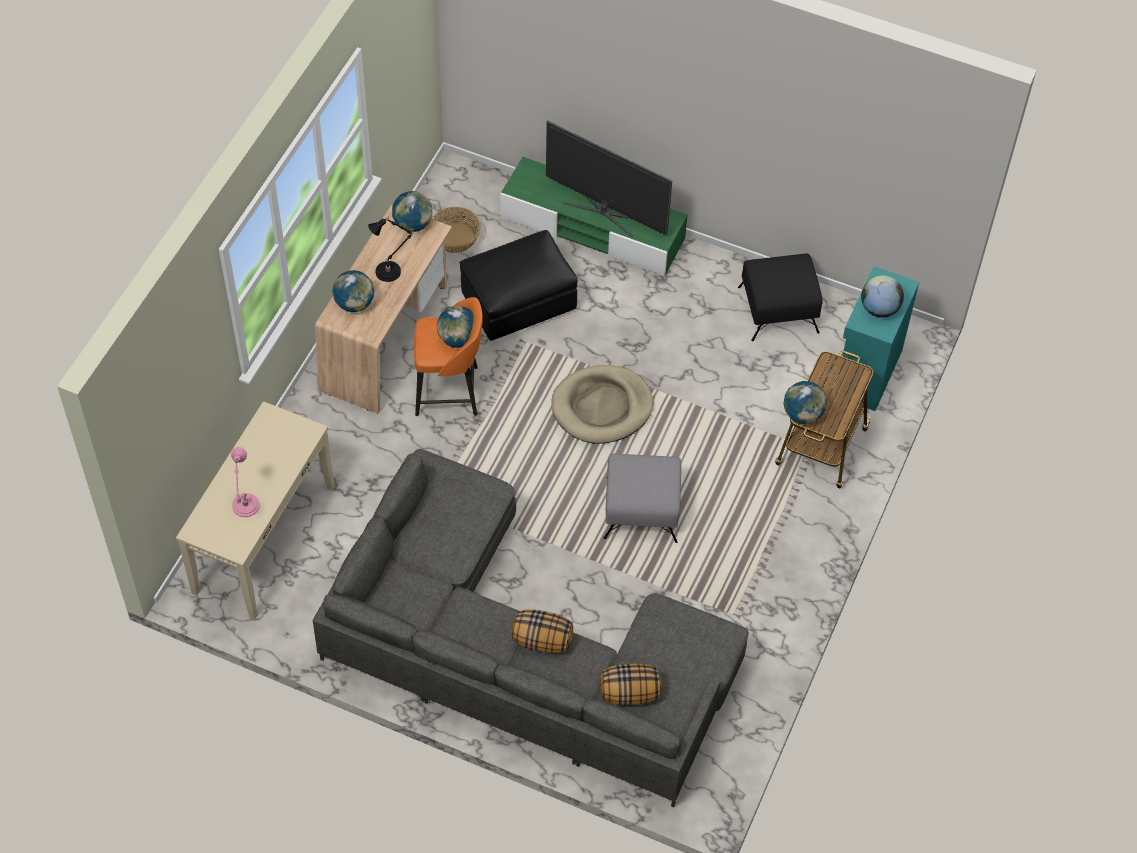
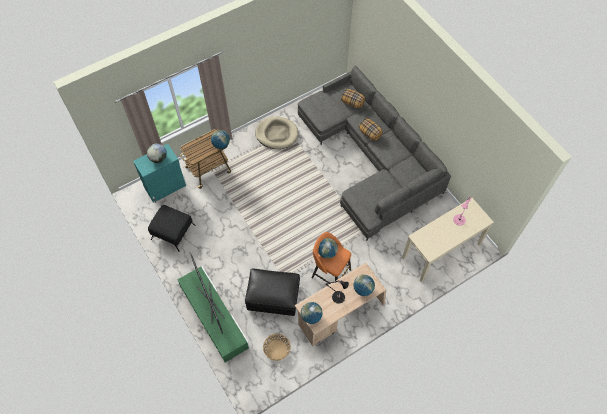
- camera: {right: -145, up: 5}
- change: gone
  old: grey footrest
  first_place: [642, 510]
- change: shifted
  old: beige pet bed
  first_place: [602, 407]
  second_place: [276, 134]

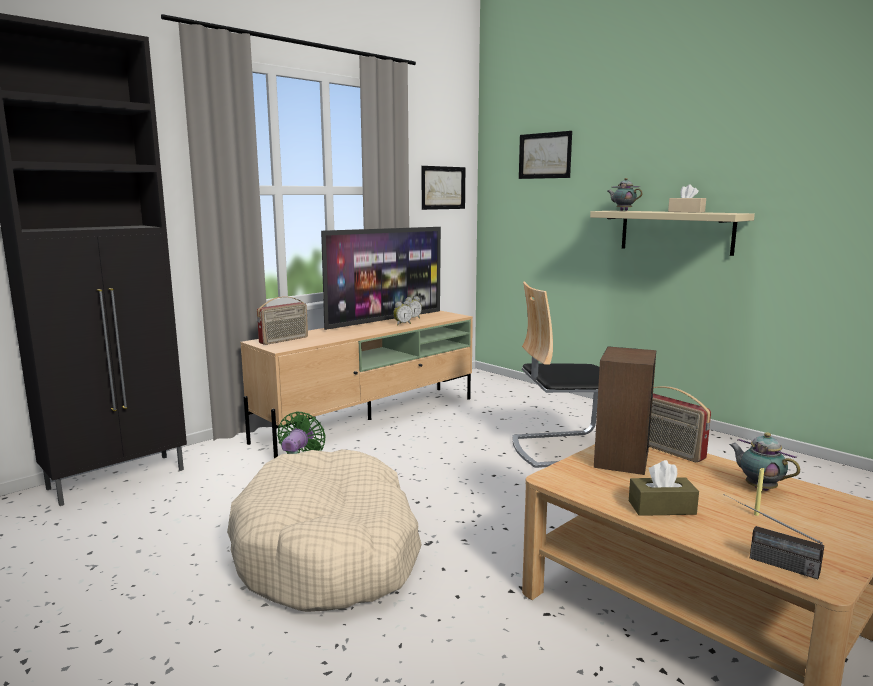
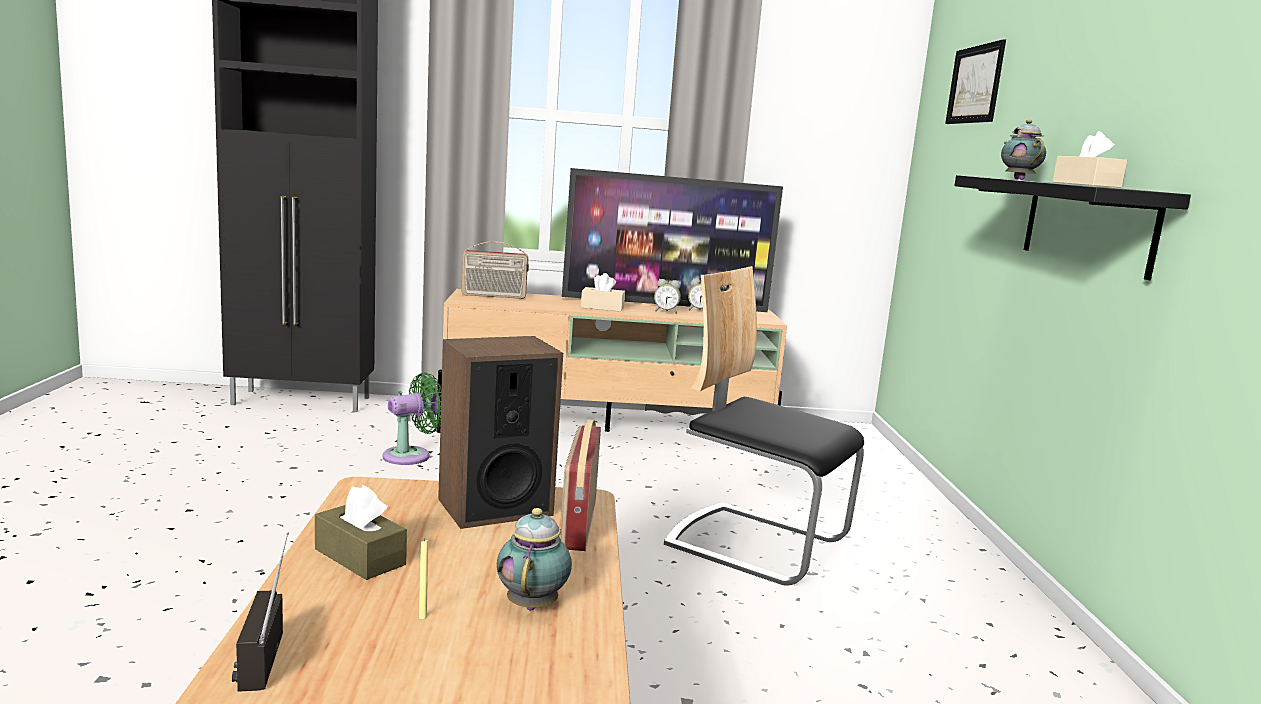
- camera: {right: 40, up: 0}
- change: gone
  old: beige pet bed
  first_place: [329, 551]
- change: gone
  old: wall picture
  first_place: [443, 188]
- change: new
  new: beige tissue holder
  second_place: [602, 308]
- change: repainted
  old: beige shelf
  new: black shelf
  first_place: [676, 232]
  second_place: [1087, 225]

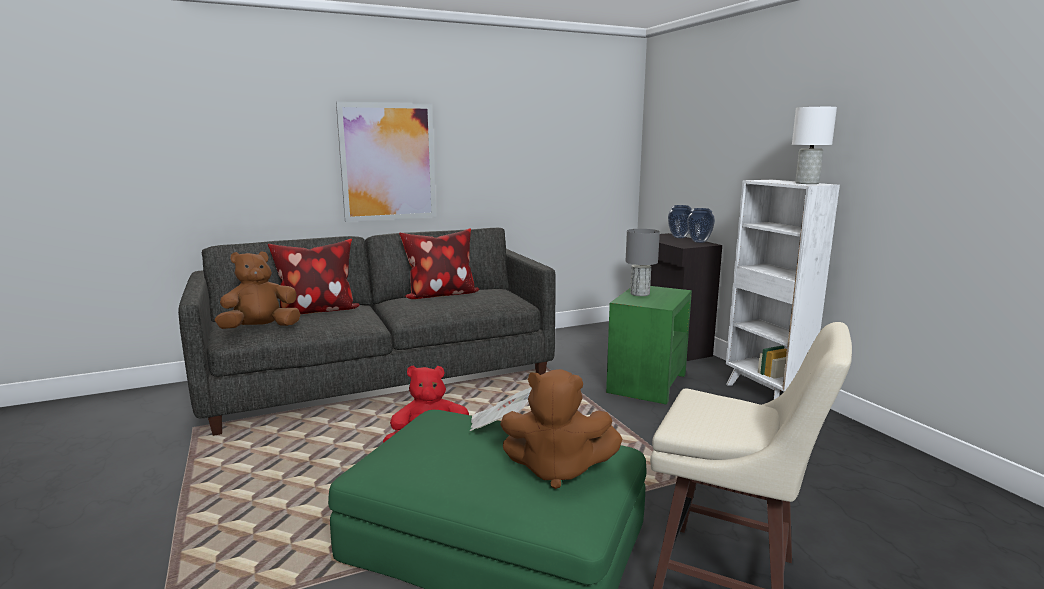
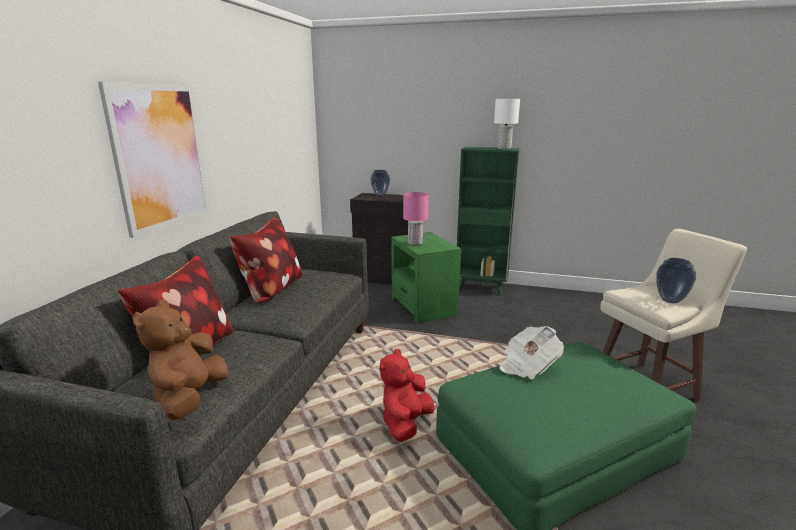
- camera: {right: -50, up: 5}
- change: gone
  old: brown plush toy
  first_place: [557, 469]
- change: shifted
  old: vase
  first_place: [699, 241]
  second_place: [671, 300]
- change: repainted
  old: grey tabletop lamp
  new: pinkish tabletop lamp
  first_place: [640, 293]
  second_place: [415, 242]
- change: repainted
  old: whitish bookshelf
  new: green bookshelf
  first_place: [765, 393]
  second_place: [481, 288]

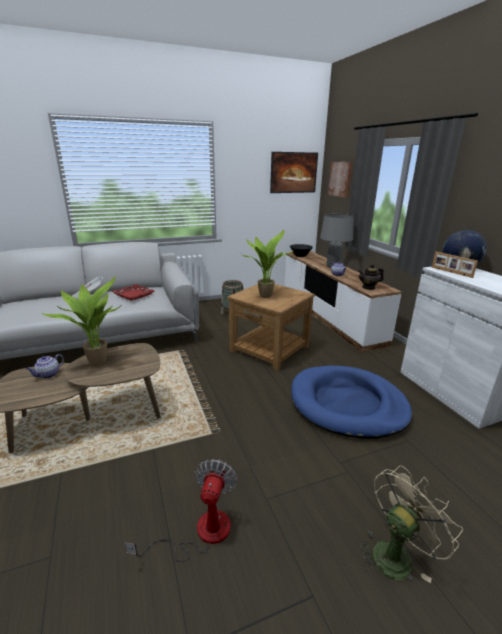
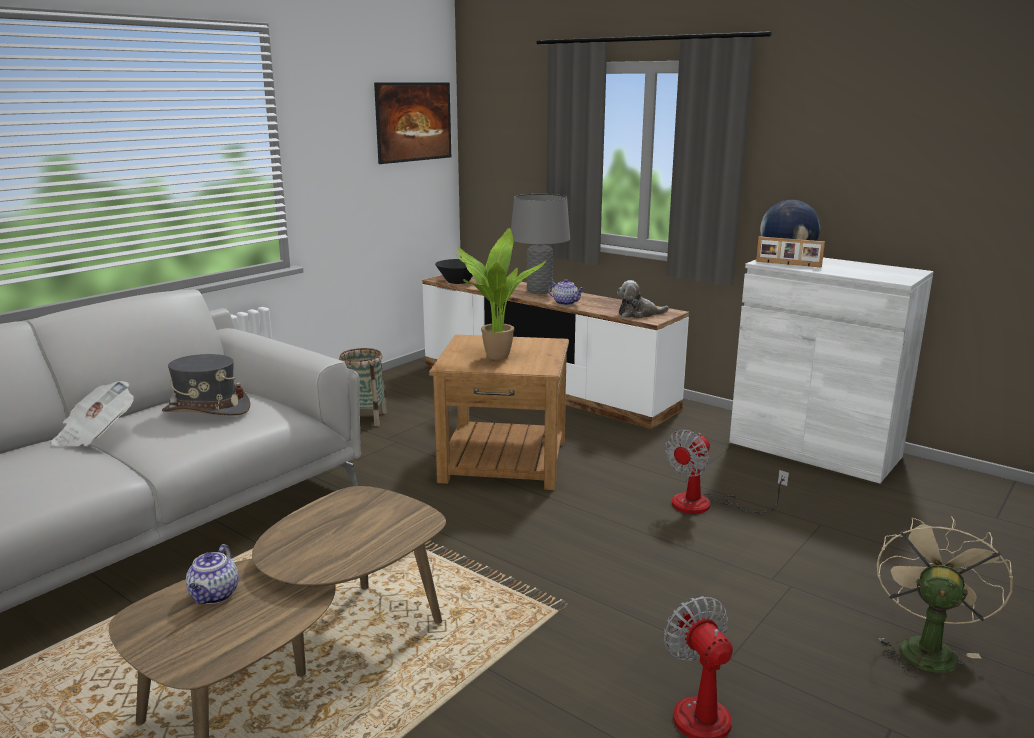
- camera: {right: -30, up: -5}
- change: gone
  old: plant in a pot
  first_place: [97, 361]
- change: gone
  old: wall picture
  first_place: [340, 179]
- change: swapped
  old: reddish carrying tray
  new: grey hat
  first_place: [133, 295]
  second_place: [206, 409]
- change: swapped
  old: bluish pet bed
  new: electric fan
  first_place: [347, 404]
  second_place: [706, 505]
- change: swapped
  old: tea pot
  new: plush toy
  first_place: [368, 287]
  second_place: [638, 314]

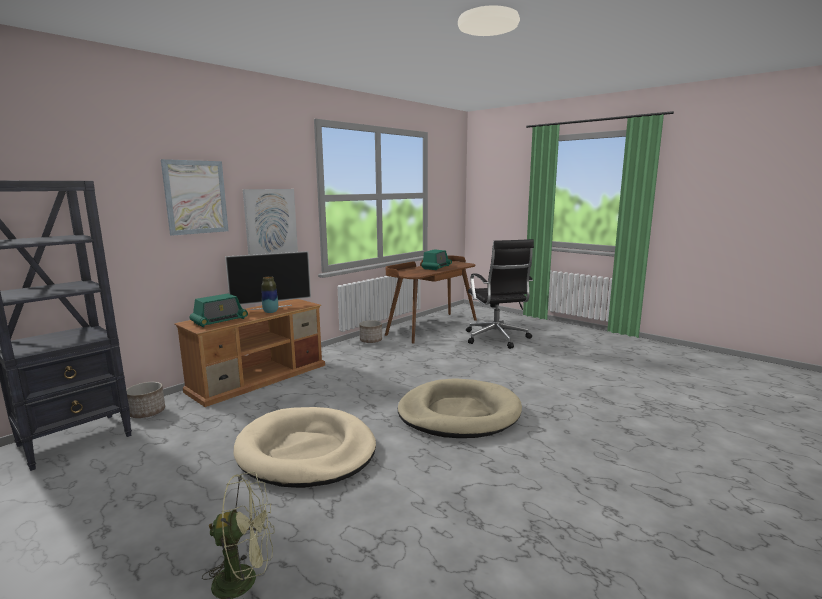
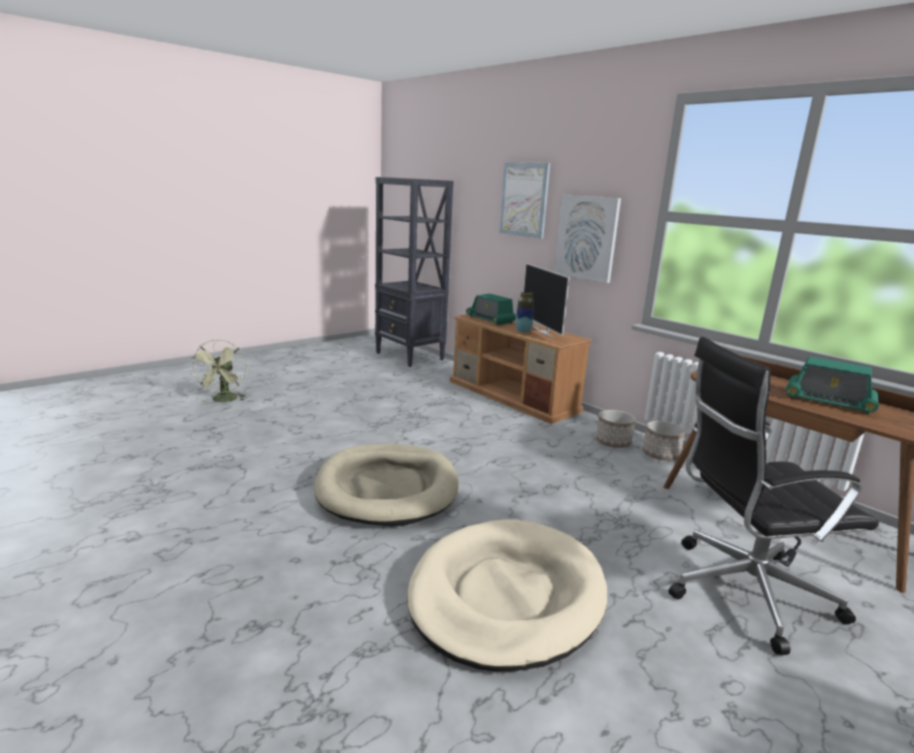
- camera: {right: 95, up: 5}
- change: shifted
  old: plant pot
  first_place: [147, 413]
  second_place: [612, 442]
- change: shifted
  old: beige pet bed
  first_place: [306, 451]
  second_place: [506, 597]

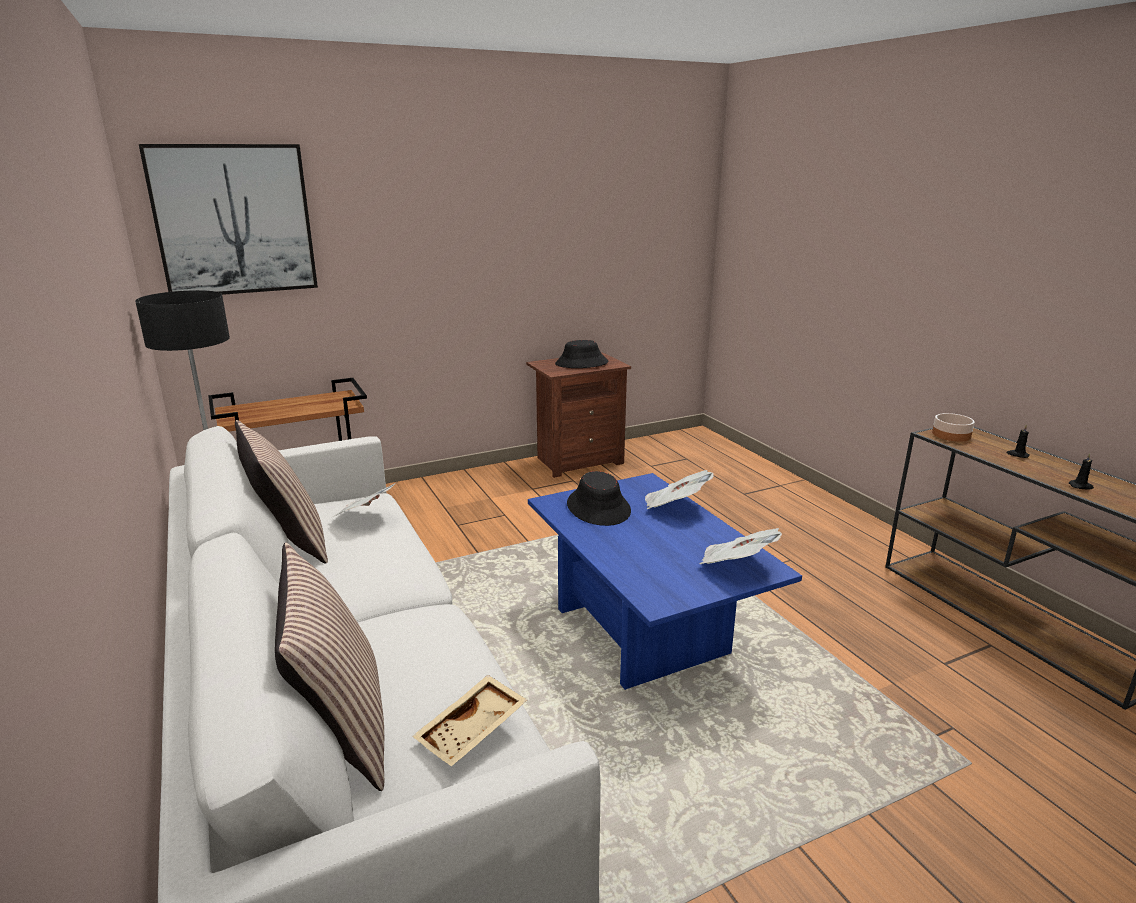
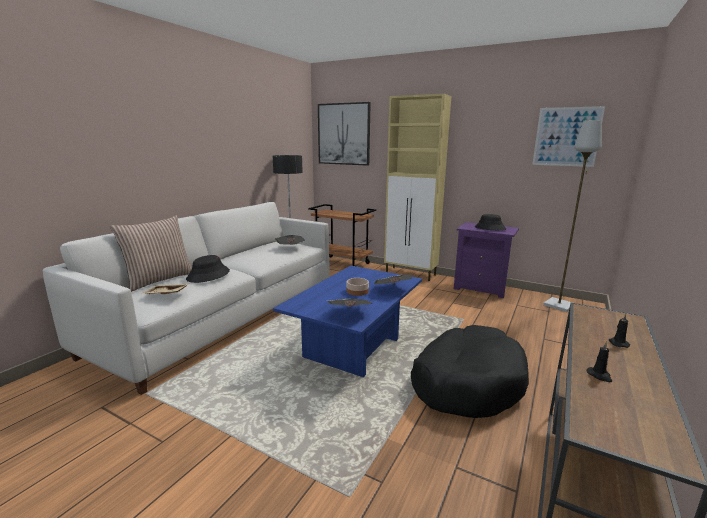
- camera: {right: 55, up: -5}
- change: gone
  old: pillow
  first_place: [288, 542]
- change: new
  new: beige cupboard
  second_place: [411, 274]
- change: new
  new: black pet bed
  second_place: [467, 382]
- change: new
  new: wall picture
  second_place: [566, 137]
- change: new
  new: grey floor lamp
  second_place: [559, 305]
- change: shifted
  old: black hat
  first_place: [599, 507]
  second_place: [208, 275]
- change: shifted
  old: serving bowl
  first_place: [952, 435]
  second_place: [357, 291]
- change: repainted
  old: brown bedside table
  new: purple-coloured bedside table
  first_place: [578, 460]
  second_place: [481, 288]

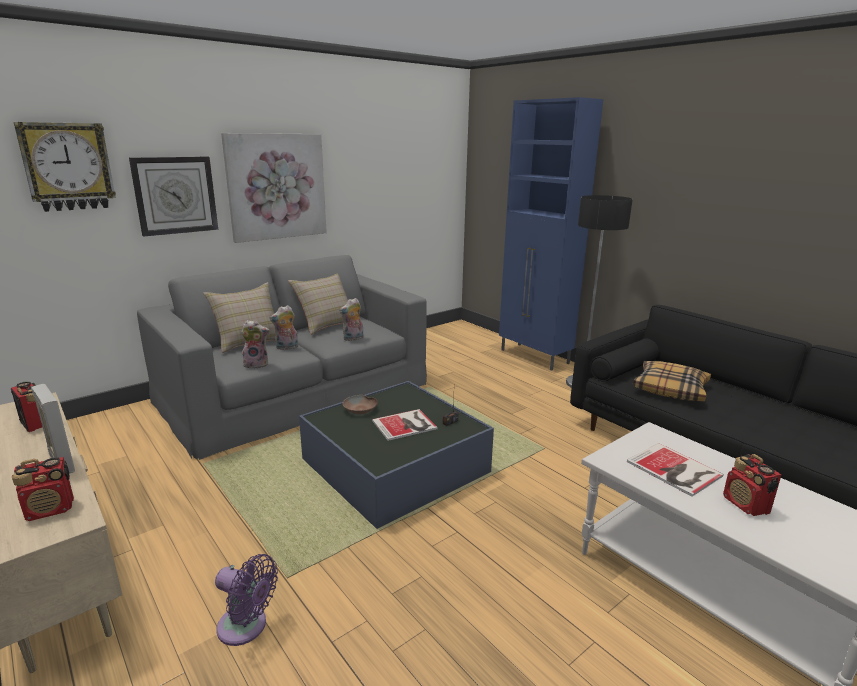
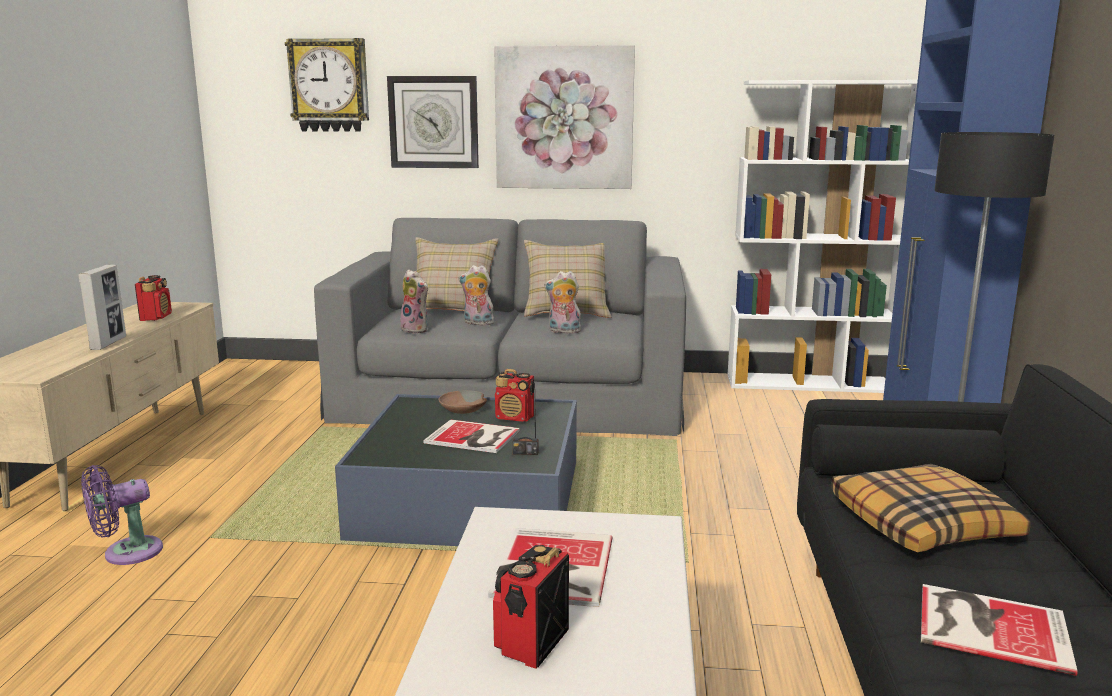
- camera: {right: 45, up: -5}
- change: new
  new: whitish bookshelf
  second_place: [809, 383]
- change: new
  new: volume
  second_place: [988, 626]
- change: shifted
  old: radio receiver
  first_place: [51, 510]
  second_place: [515, 418]
- change: rotated
  old: purple-coloured electric fan
  first_place: [246, 627]
  second_place: [127, 553]
  degrees: 75

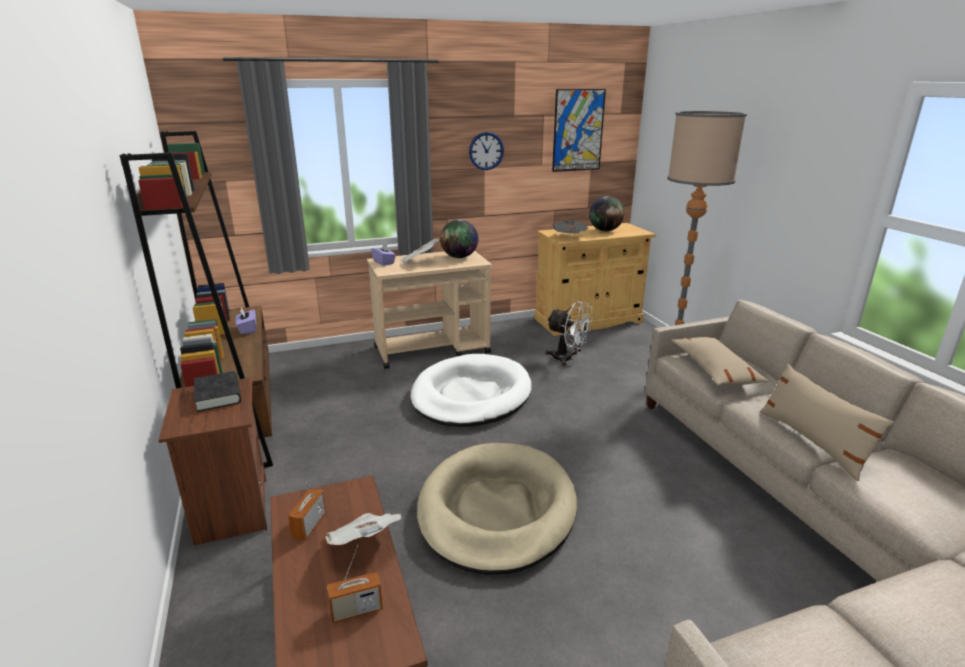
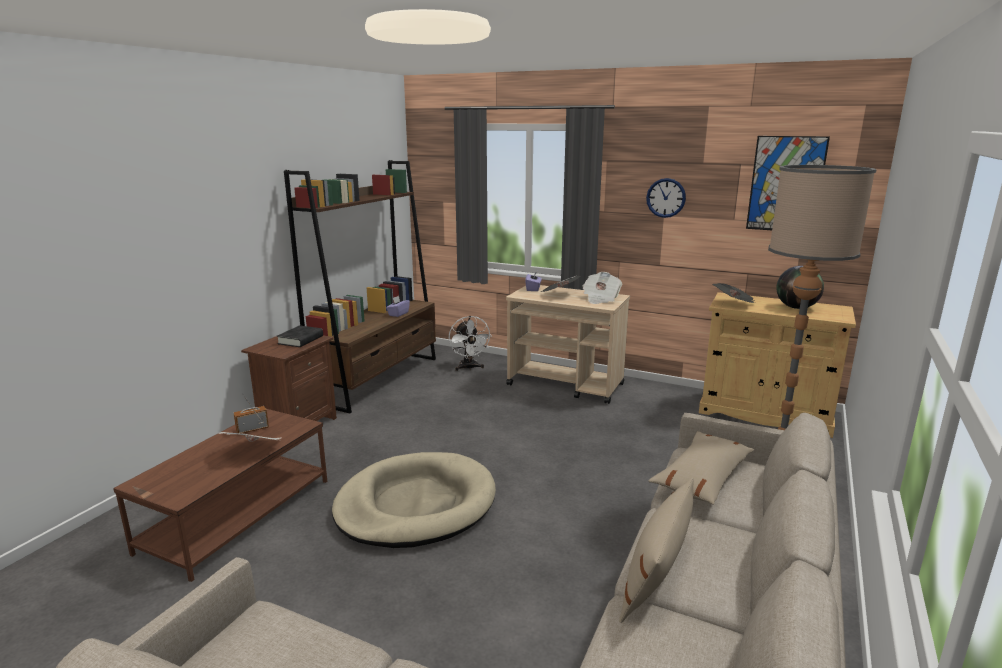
- camera: {right: 45, up: -5}
- change: gone
  old: radio receiver
  first_place: [356, 610]
- change: gone
  old: whitish pet bed
  first_place: [471, 395]
- change: shifted
  old: whitish electric fan
  first_place: [567, 359]
  second_place: [469, 368]
- change: swapped
  old: world globe
  new: daily paper
  first_place: [459, 257]
  second_place: [600, 299]

